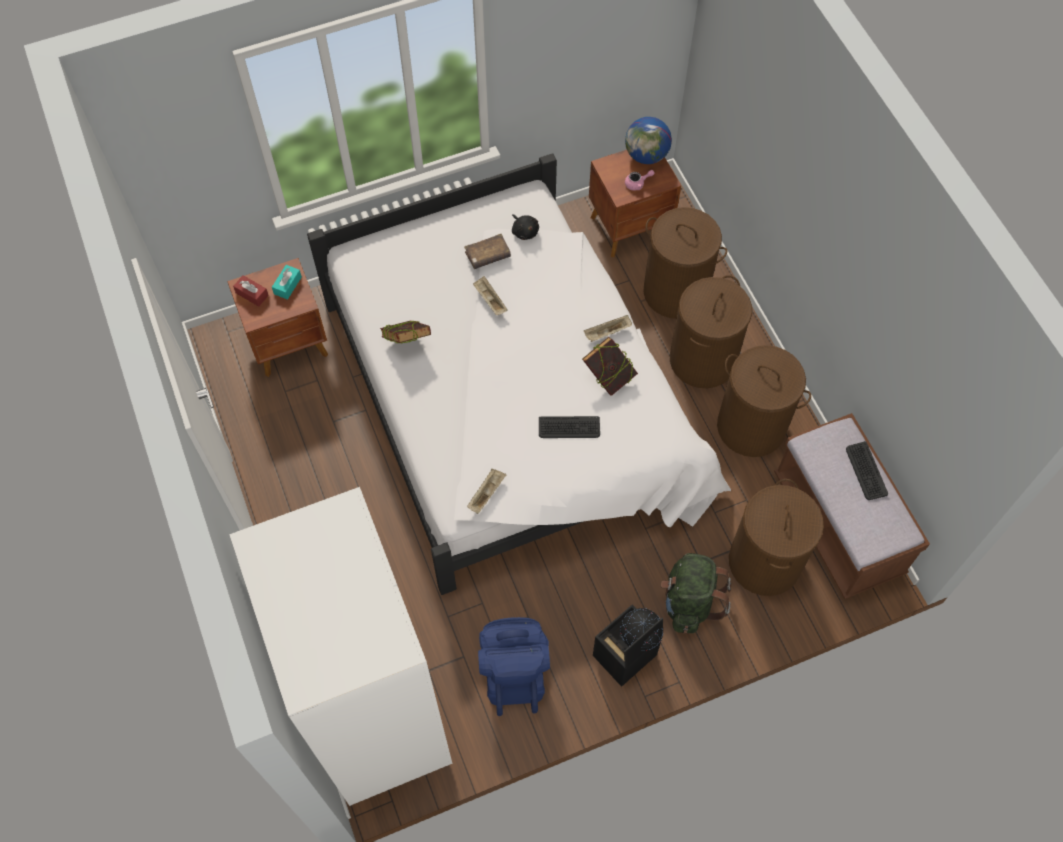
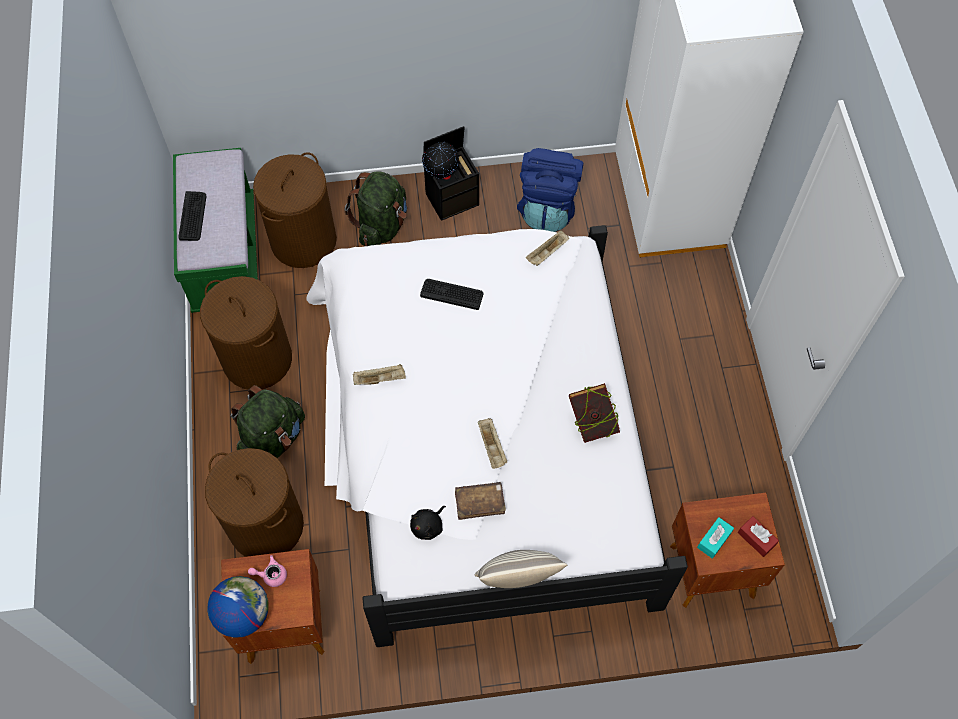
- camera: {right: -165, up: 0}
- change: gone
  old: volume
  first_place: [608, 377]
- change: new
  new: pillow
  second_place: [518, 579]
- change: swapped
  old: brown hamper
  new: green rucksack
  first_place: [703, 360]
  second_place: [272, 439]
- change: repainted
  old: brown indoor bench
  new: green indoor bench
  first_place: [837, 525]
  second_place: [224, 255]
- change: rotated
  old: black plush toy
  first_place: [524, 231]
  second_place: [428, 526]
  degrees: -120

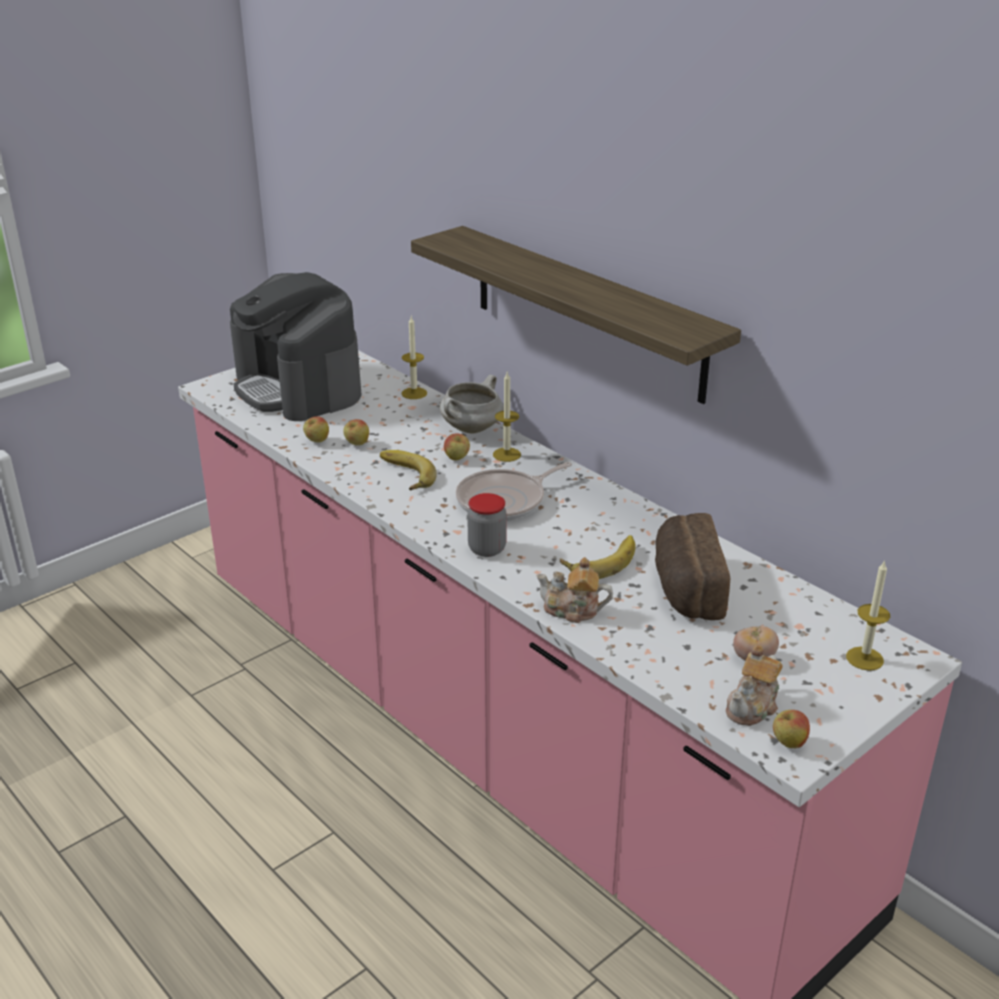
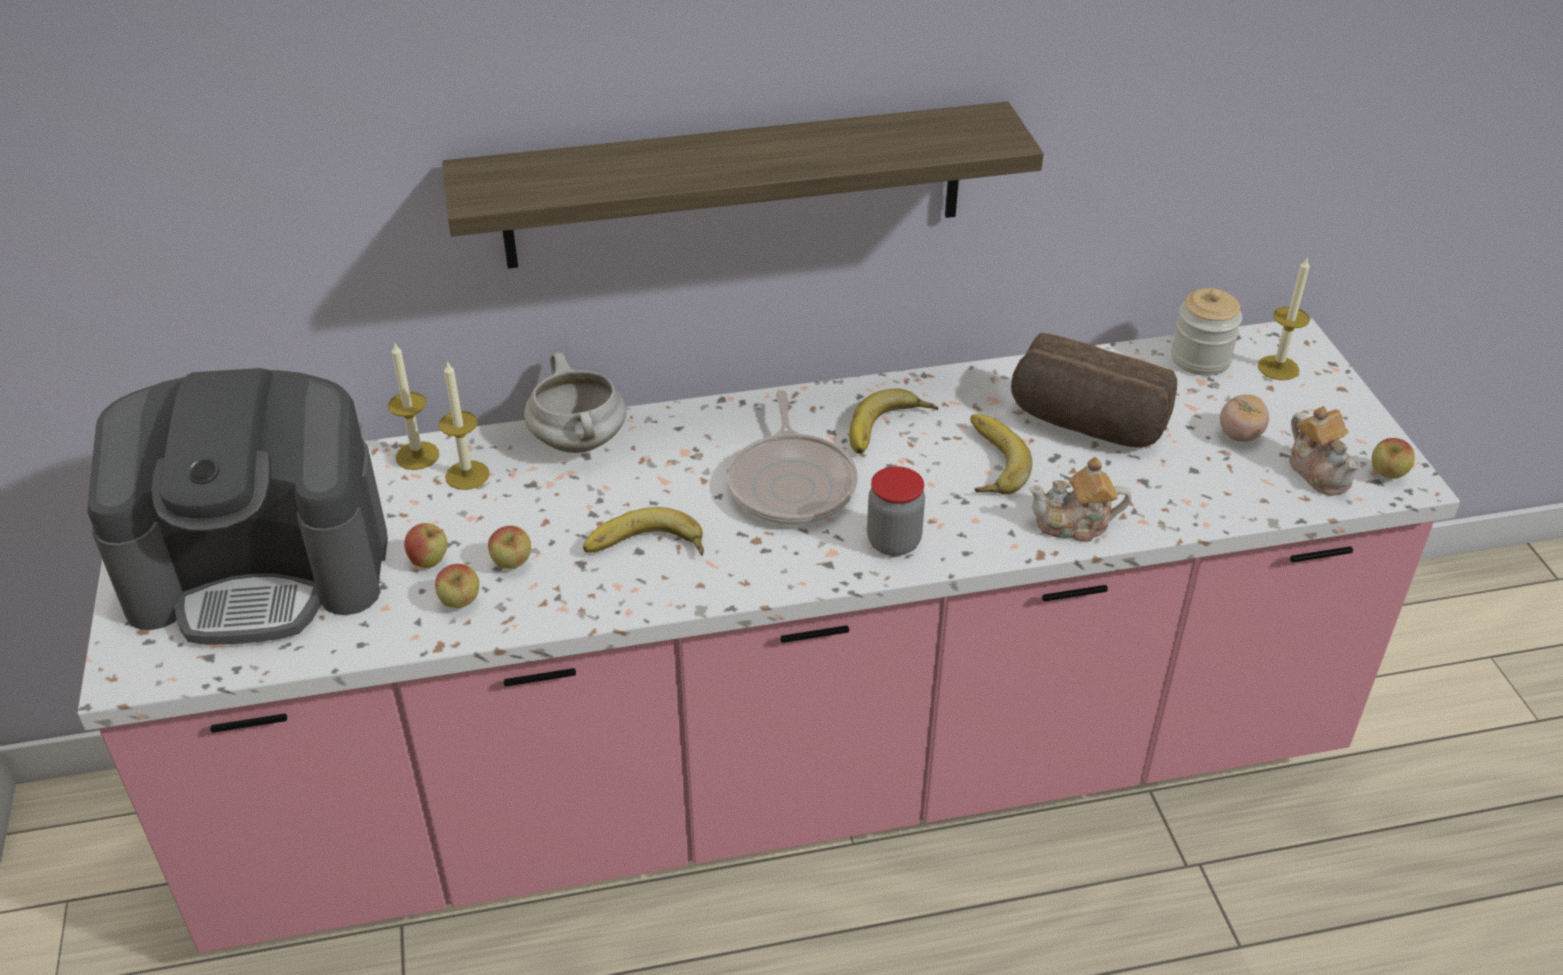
- camera: {right: -60, up: 10}
- change: new
  new: whole banana
  second_place: [890, 431]
- change: new
  new: preserve jar
  second_place: [1200, 359]
- change: shifted
  old: whole apple
  first_place: [457, 459]
  second_place: [429, 562]
- change: shifted
  old: candle
  first_place: [506, 454]
  second_place: [467, 475]
- change: rotated
  old: tea pot
  first_place: [572, 610]
  second_place: [1075, 524]
  degrees: 45

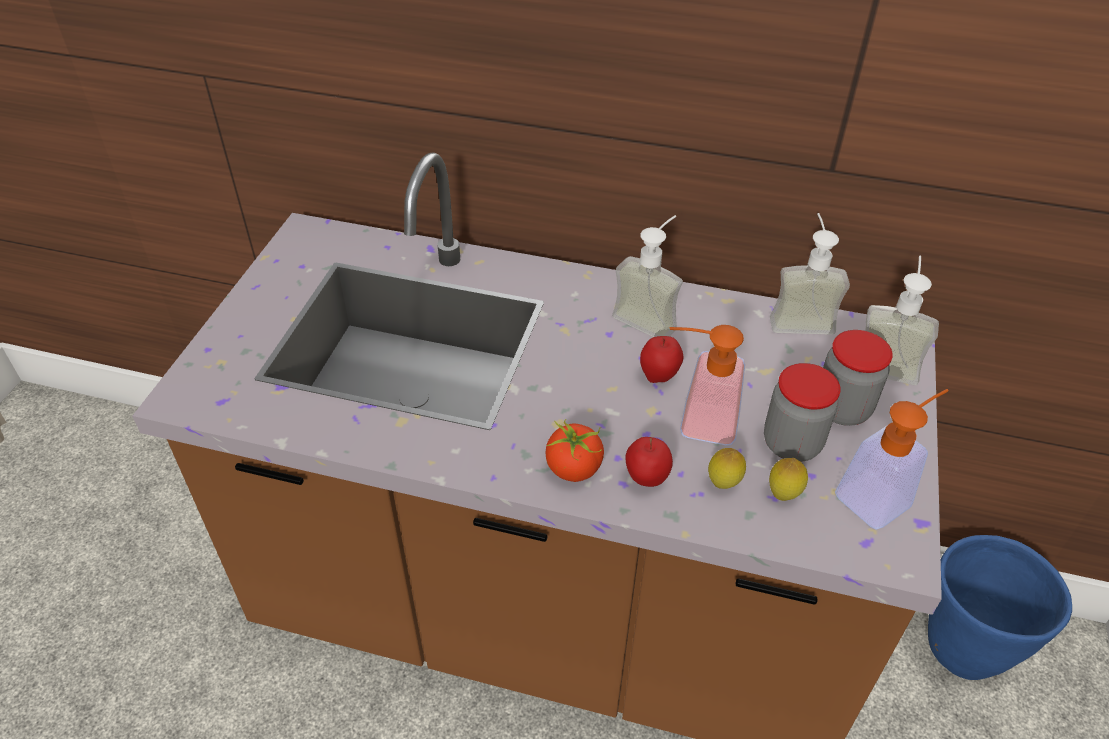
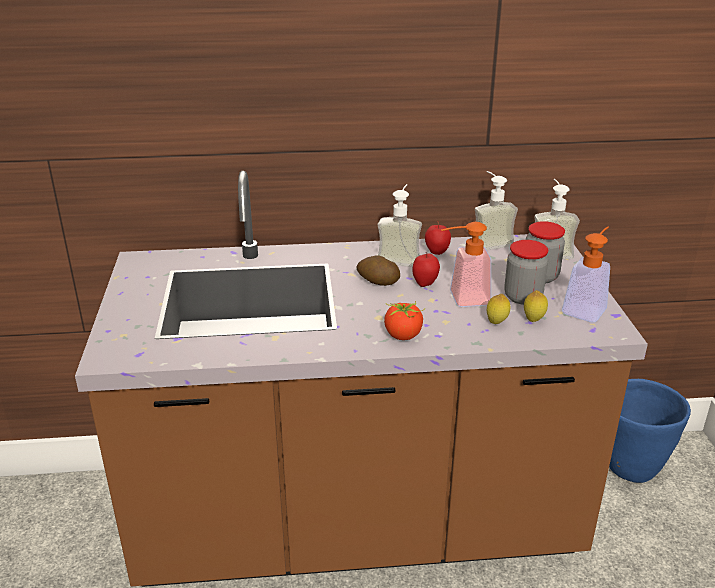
- camera: {right: -20, up: -15}
- change: new
  new: whole potato
  second_place: [377, 282]
- change: shifted
  old: whole apple
  first_place: [646, 480]
  second_place: [436, 253]

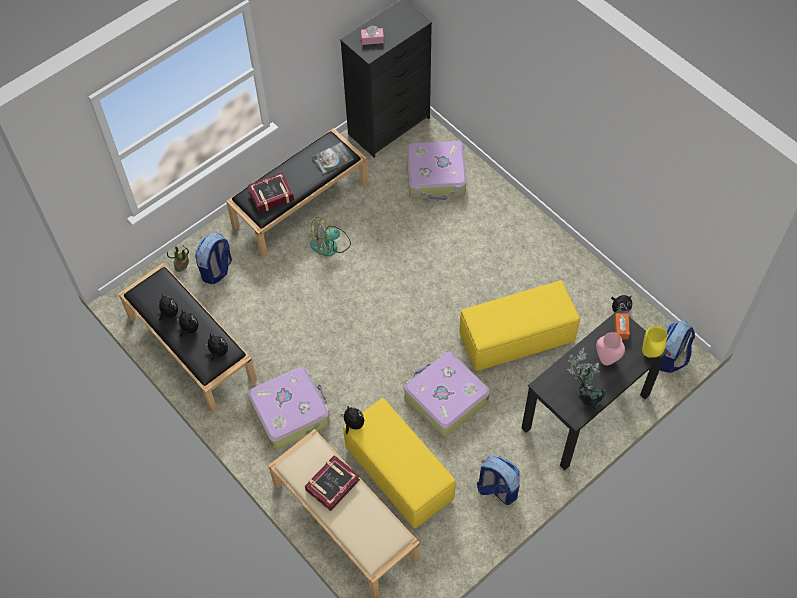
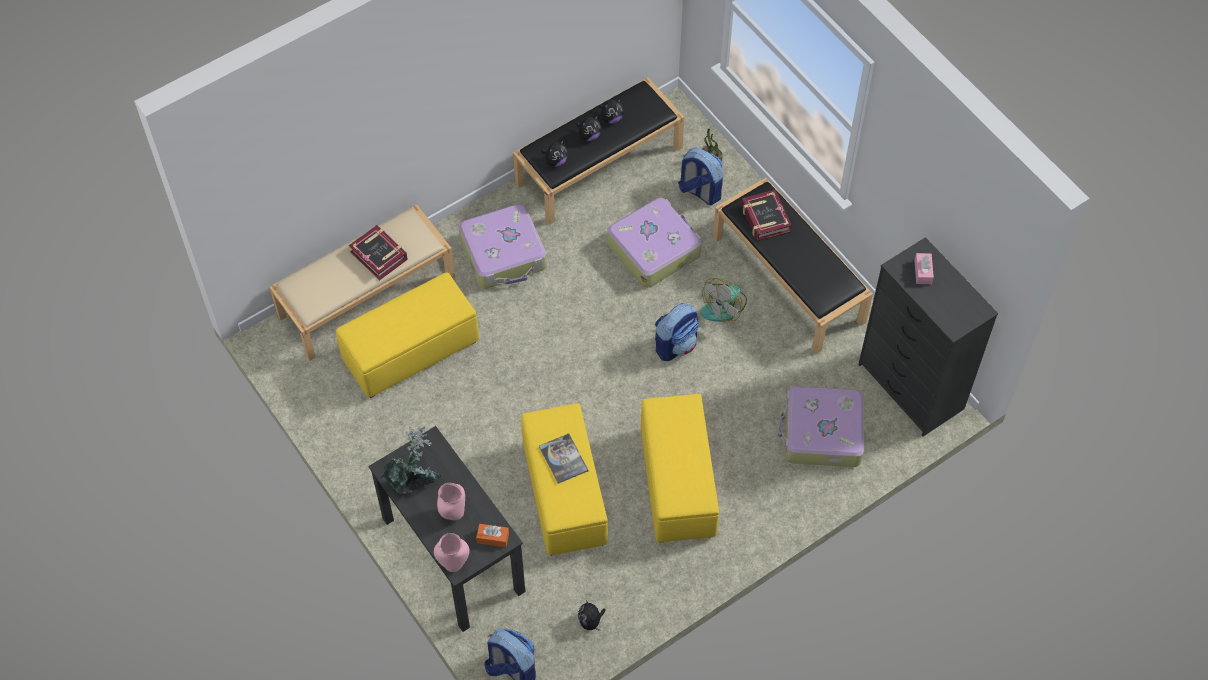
- camera: {right: 95, up: 0}
- change: gone
  old: plush toy
  first_place: [353, 424]
- change: new
  new: yellow footrest
  second_place: [677, 481]
- change: shifted
  old: volume
  first_place: [332, 158]
  second_place: [563, 459]
- change: shifted
  old: travel case
  first_place: [445, 398]
  second_place: [654, 248]
- change: shifted
  old: rucksack
  first_place: [497, 489]
  second_place: [676, 344]
- change: repainted
  old: yellow vase
  new: pinkish vase
  first_place: [651, 353]
  second_place: [453, 565]
- change: rotated
  old: electric fan
  first_place: [330, 245]
  second_place: [724, 307]
  degrees: -120

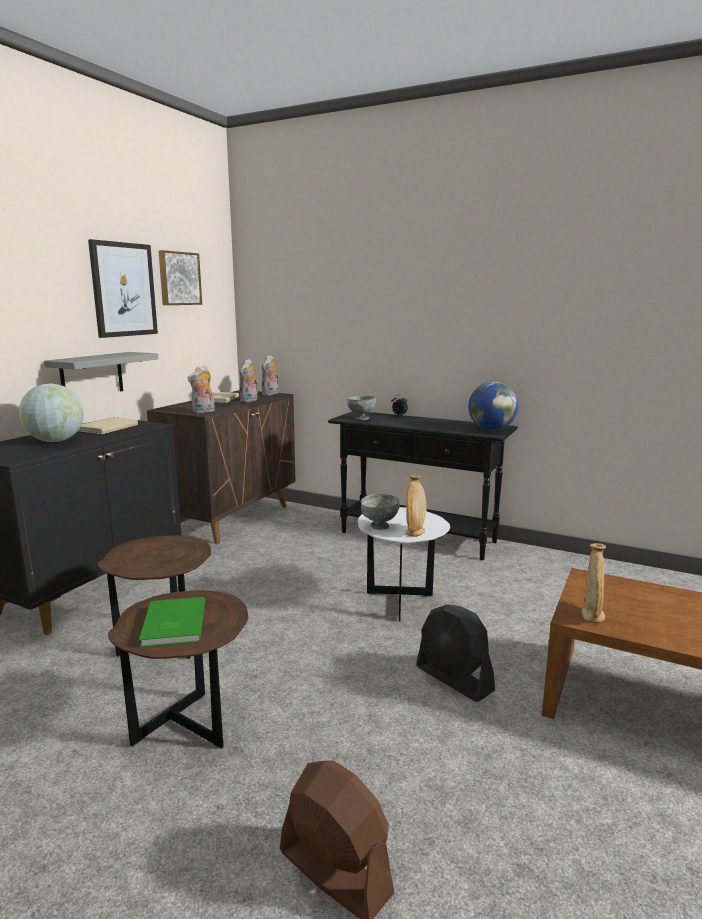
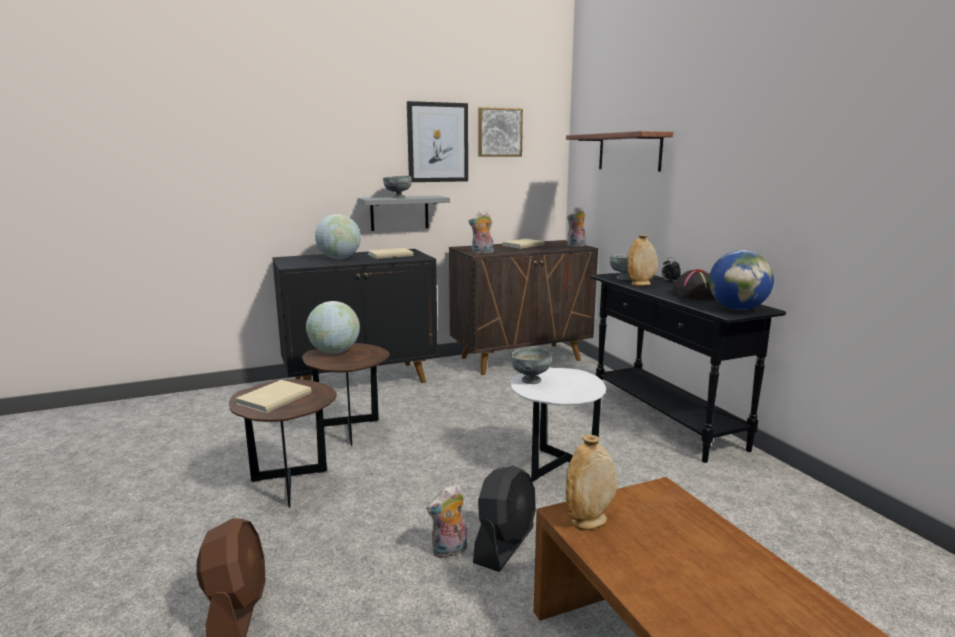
- camera: {right: 40, up: 0}
- change: new
  new: world globe
  second_place: [335, 352]
- change: new
  new: grey serving bowl
  second_place: [398, 198]
- change: new
  new: shelf
  second_place: [629, 152]
- change: new
  new: black hat
  second_place: [694, 295]
- change: shifted
  old: plush toy
  first_place: [249, 401]
  second_place: [449, 551]
- change: shifted
  old: beige vase
  first_place: [415, 532]
  second_place: [641, 284]
- change: repainted
  old: green volume
  new: beige volume
  first_place: [172, 625]
  second_place: [272, 398]
- change: rotated
  old: black electric fan
  first_place: [454, 679]
  second_place: [505, 544]
  degrees: -150

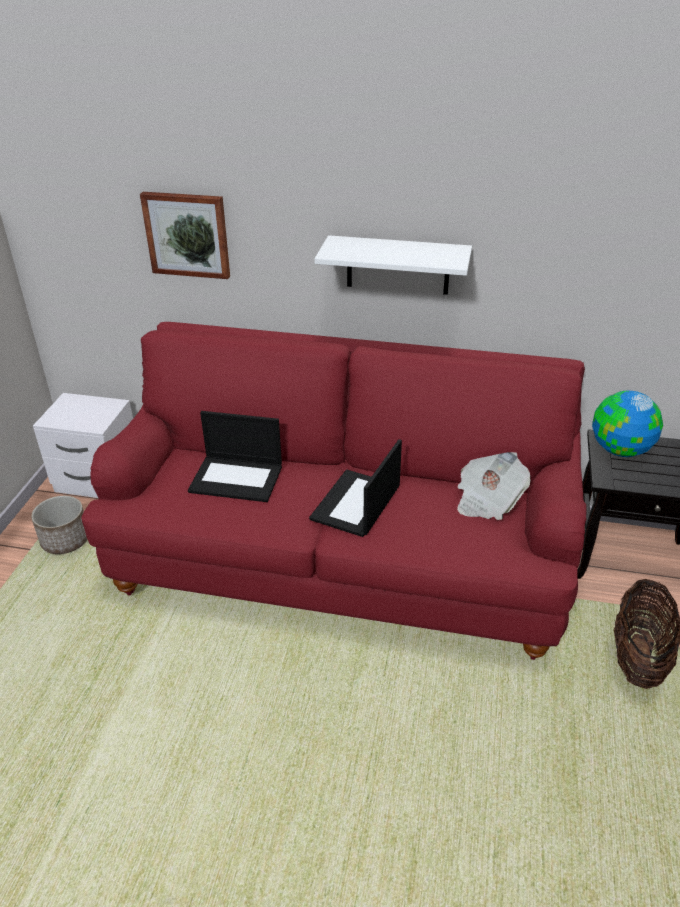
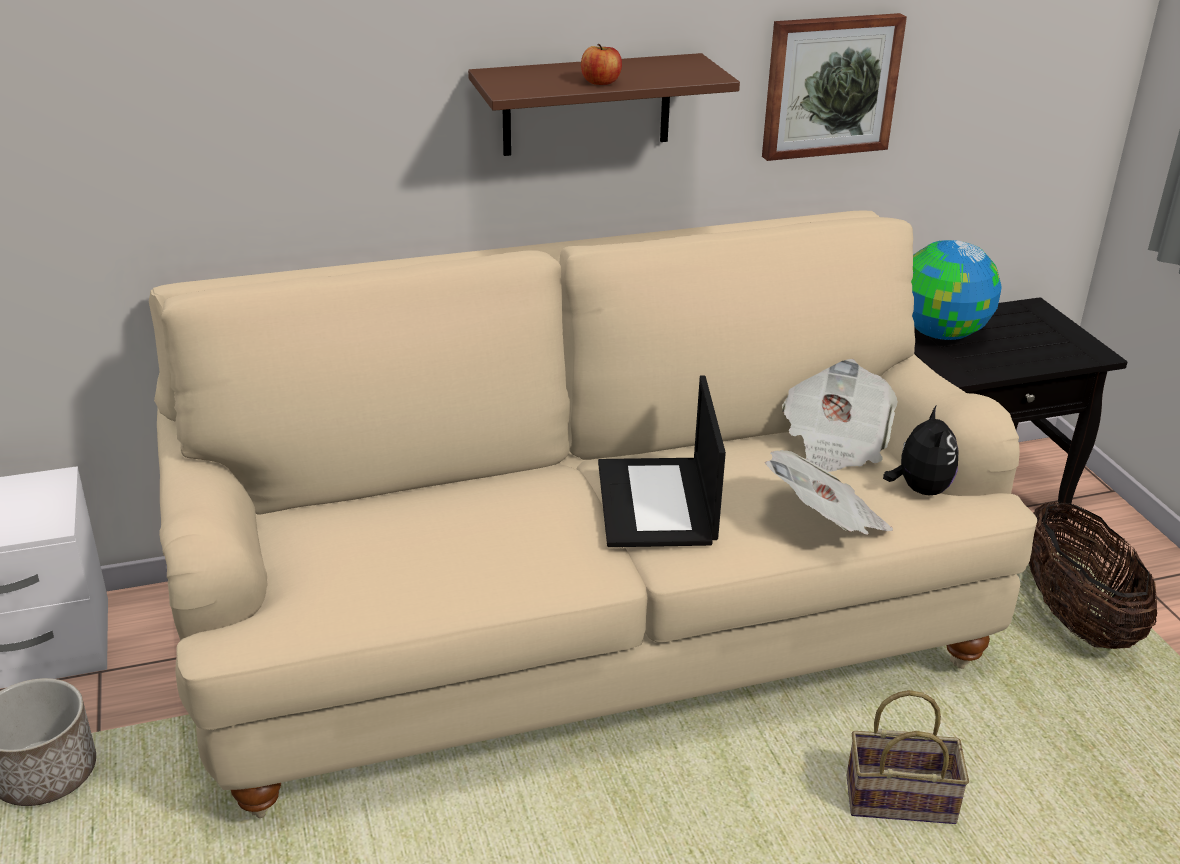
- camera: {right: -30, up: -5}
- change: gone
  old: laptop
  first_place: [237, 478]
- change: new
  new: whole apple
  second_place: [600, 82]
- change: new
  new: daily paper
  second_place: [825, 522]
- change: new
  new: basket
  second_place: [902, 799]
- change: new
  new: plush toy
  second_place: [919, 489]
- change: shifted
  old: wall picture
  first_place: [187, 234]
  second_place: [830, 85]
- change: repainted
  old: reddish settee
  new: beige settee
  first_place: [341, 561]
  second_place: [585, 633]
- change: repainted
  old: whitish shelf
  new: brown shelf
  first_place: [398, 265]
  second_place: [587, 105]

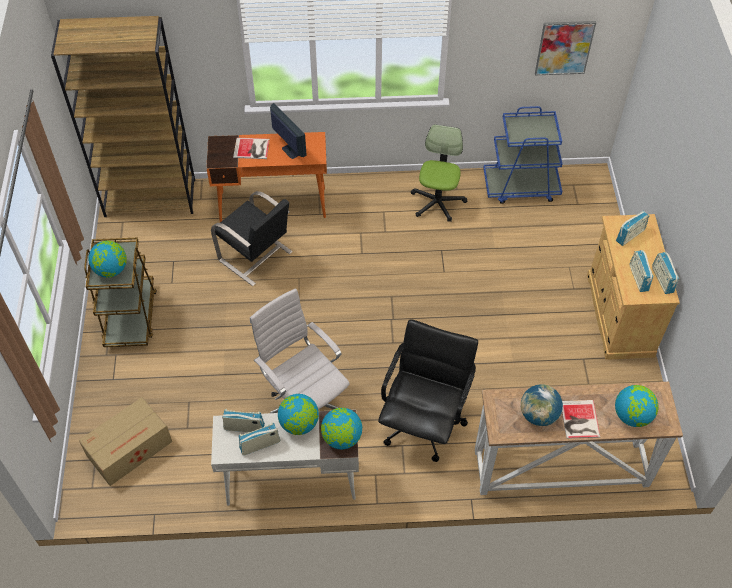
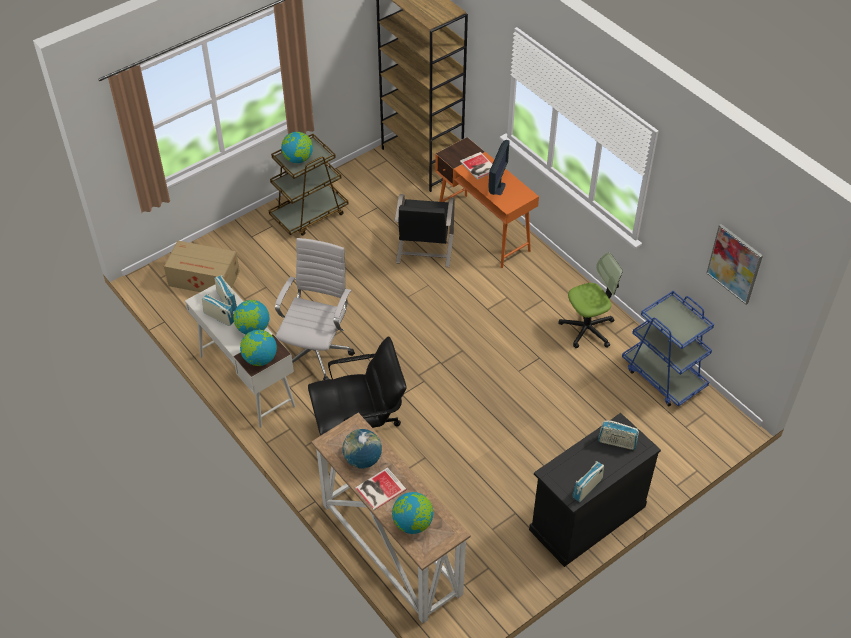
- camera: {right: 55, up: -5}
- change: gone
  old: radio receiver
  first_place: [638, 278]
- change: repainted
  old: beige cupboard
  new: black cupboard
  first_place: [619, 315]
  second_place: [587, 518]

